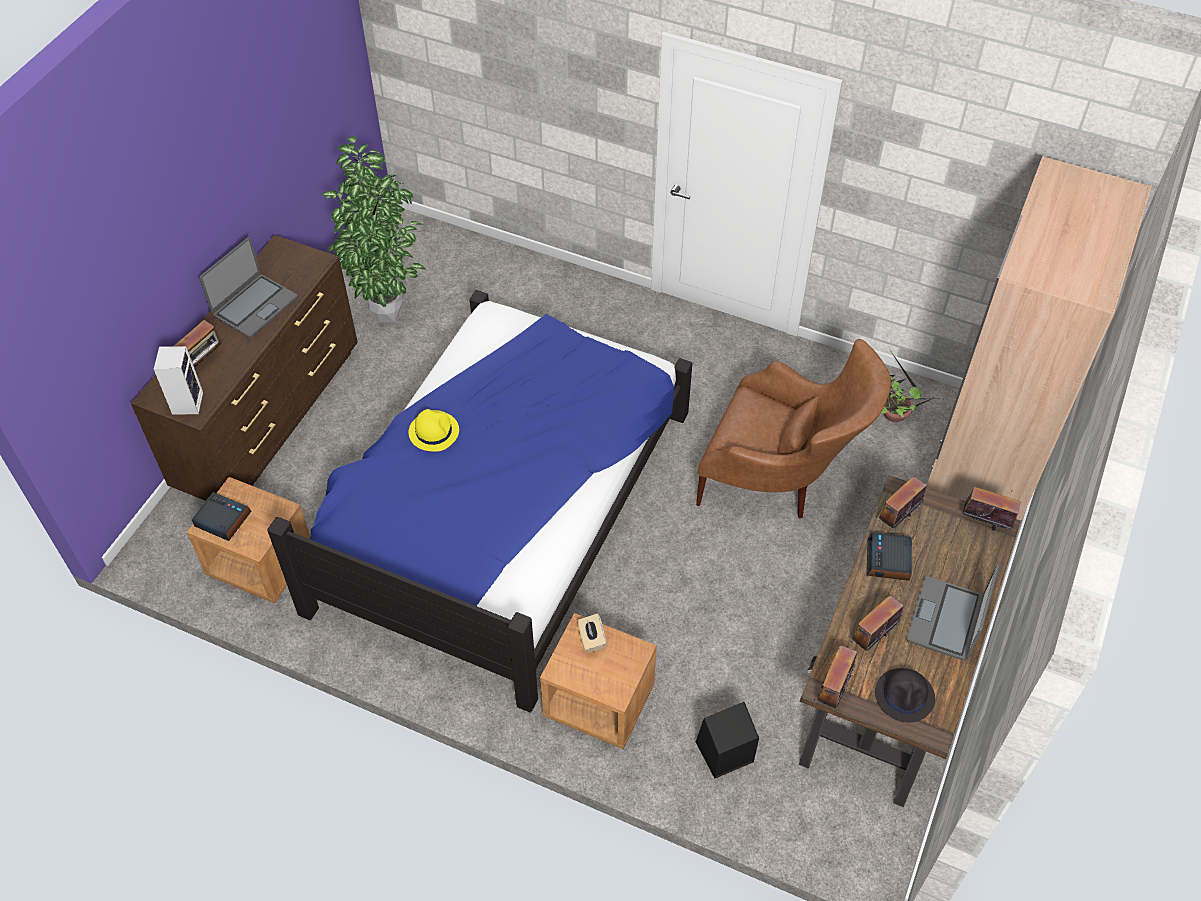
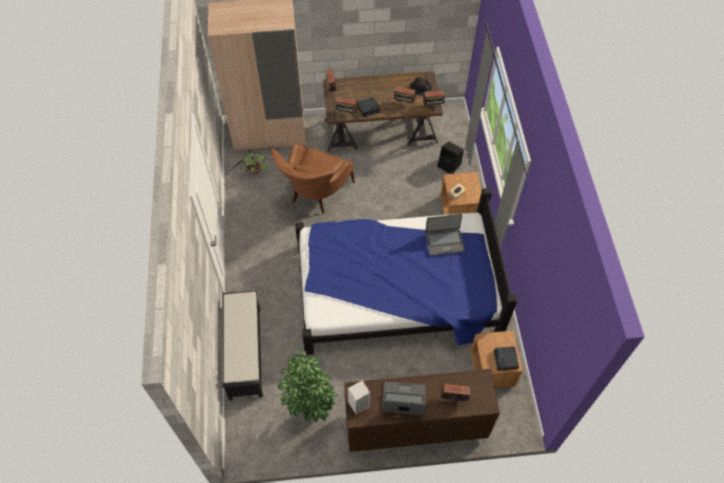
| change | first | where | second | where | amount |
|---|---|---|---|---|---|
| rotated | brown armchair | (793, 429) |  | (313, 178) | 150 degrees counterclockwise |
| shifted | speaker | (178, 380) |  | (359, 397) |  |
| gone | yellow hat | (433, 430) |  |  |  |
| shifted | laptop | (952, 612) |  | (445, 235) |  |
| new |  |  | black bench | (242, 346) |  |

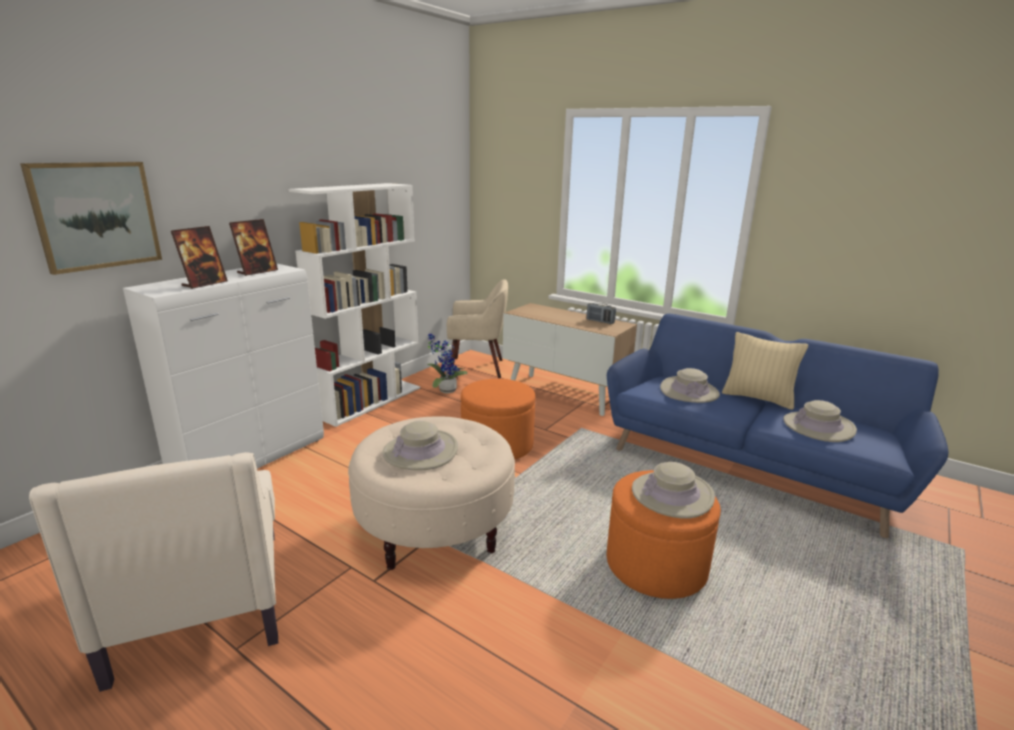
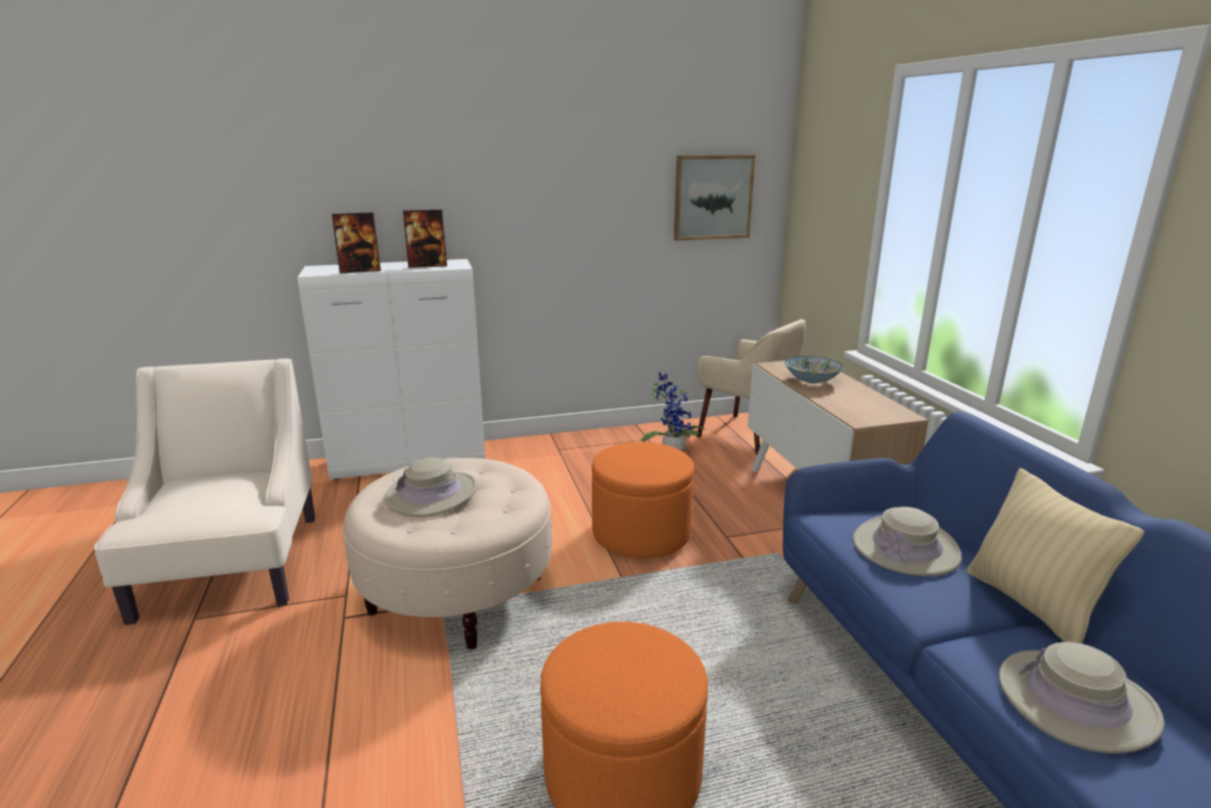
| change | first | where | second | where | amount |
|---|---|---|---|---|---|
| shifted | picture | (91, 218) |  | (714, 198) |  |
| gone | white bookcase | (354, 305) |  |  |  |
| gone | radio | (601, 313) |  |  |  |
| rotated | beige armchair | (153, 572) |  | (204, 492) | 150 degrees clockwise |
| gone | beige hat | (673, 490) |  |  |  |
| new |  |  | bowl | (814, 370) |  |

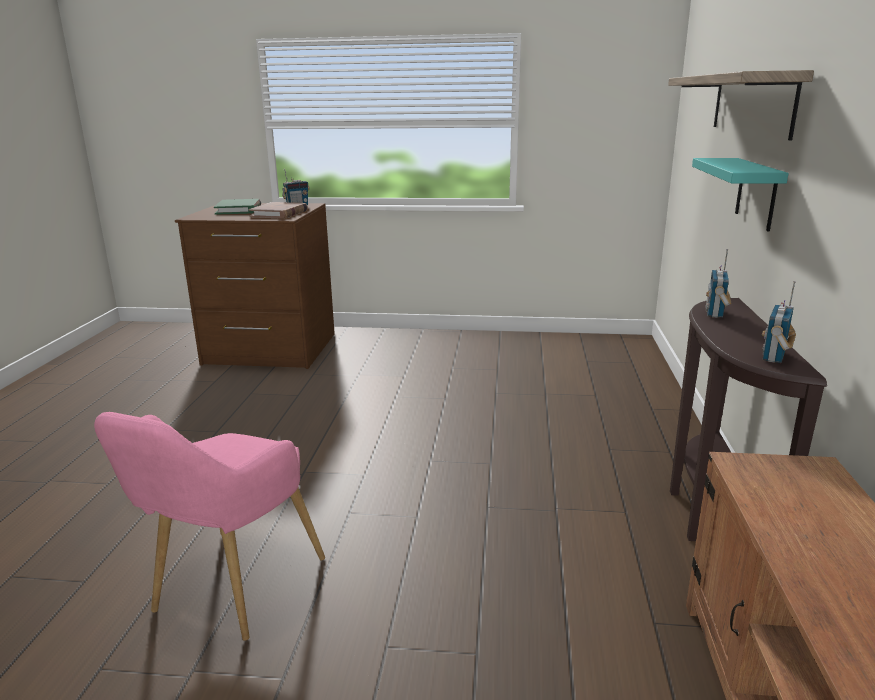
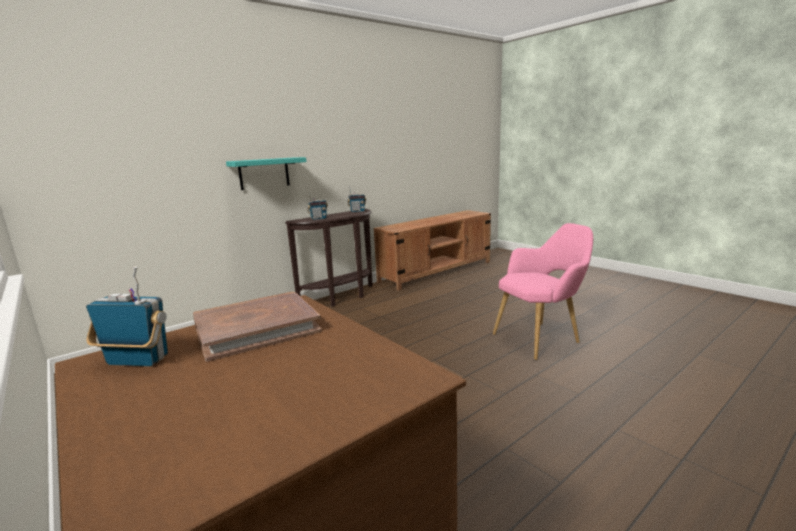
| change | first | where | second | where | amount |
|---|---|---|---|---|---|
| gone | shelf | (741, 105) |  |  |  |
| gone | green book | (237, 207) |  |  |  |

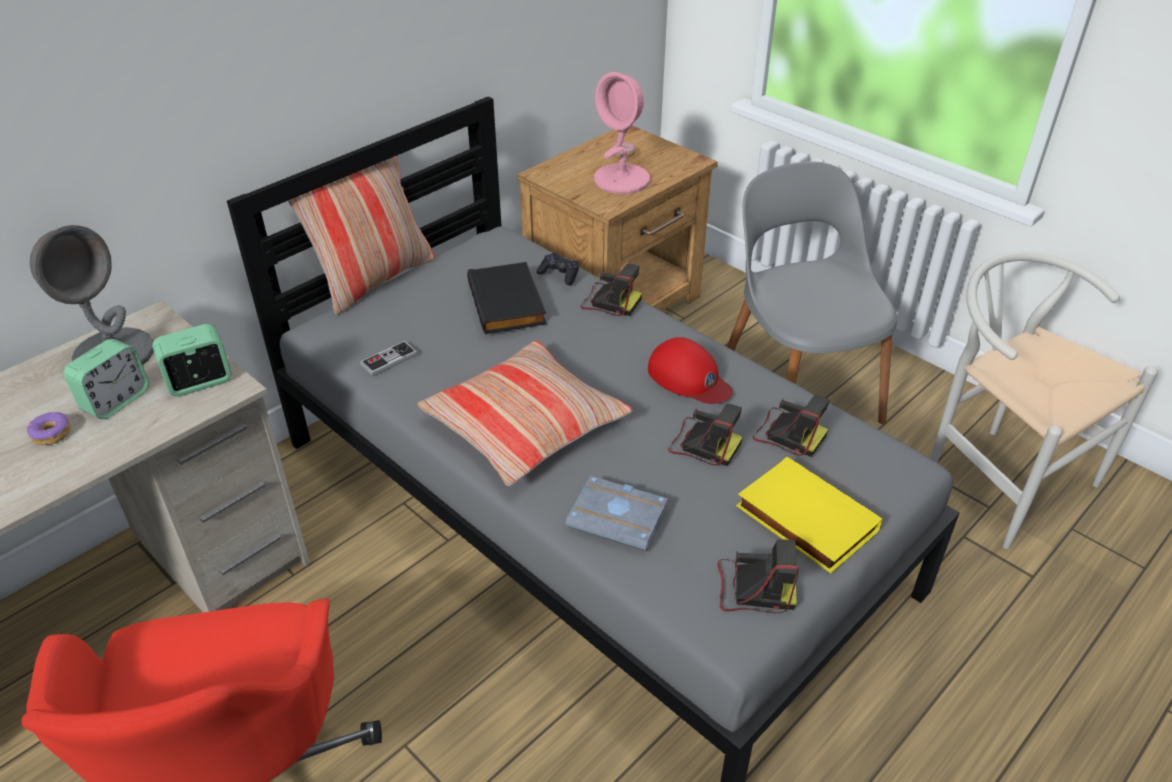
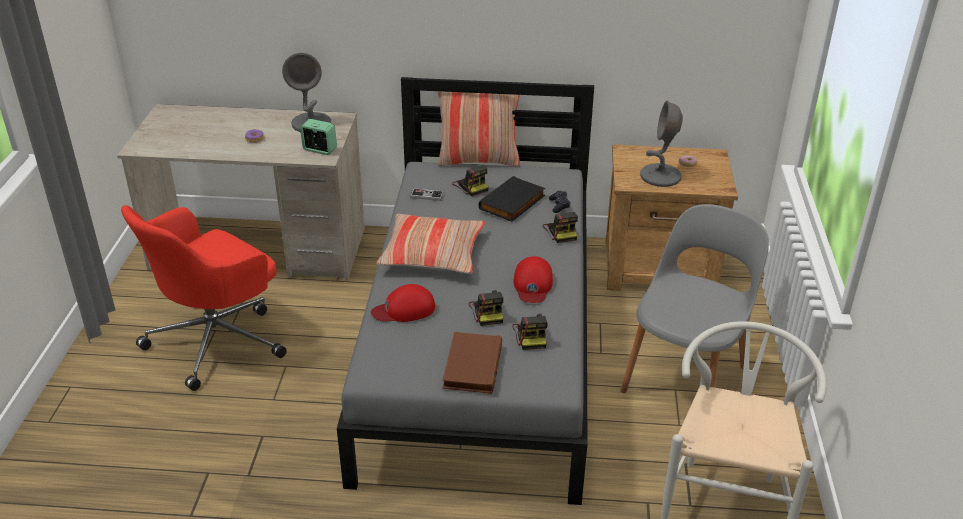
| change | first | where | second | where | amount |
|---|---|---|---|---|---|
| repainted | pink table lamp | (622, 133) | grey table lamp | (661, 143) |  |
| gone | alarm clock | (106, 379) |  |  |  |
| repainted | yellow book | (809, 515) | brown book | (472, 363) |  |
| swapped | grey book | (617, 514) | red cap | (403, 303) |  |
| shifted | photo camera | (758, 576) |  | (470, 180) |  |

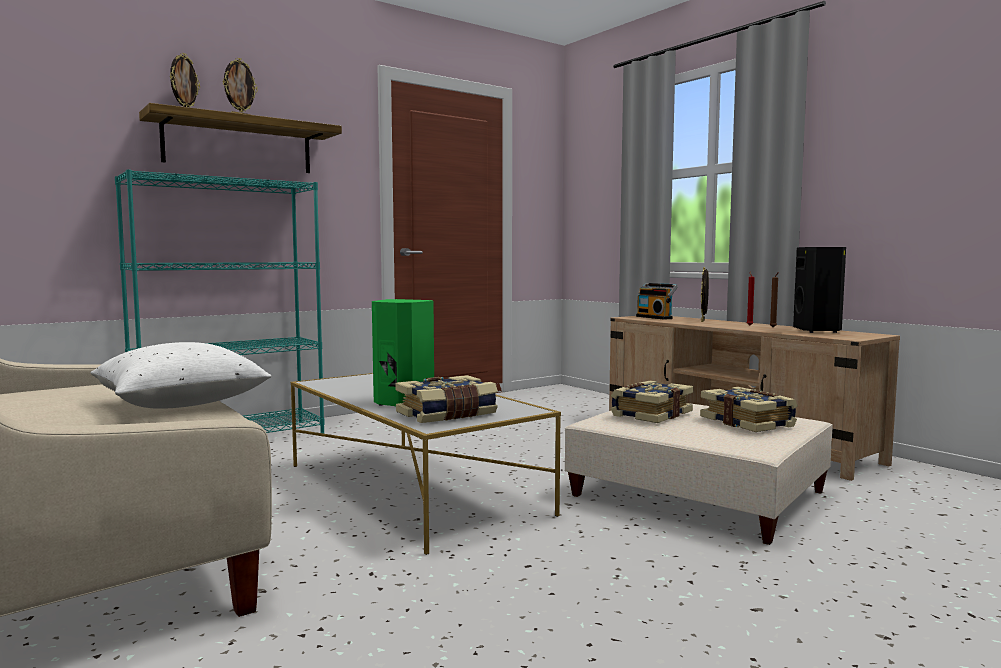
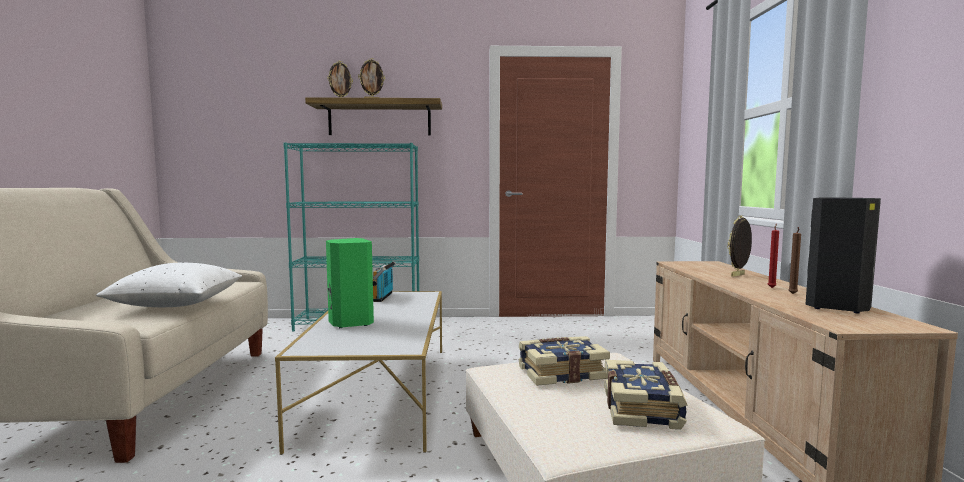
| change | first | where | second | where | amount |
|---|---|---|---|---|---|
| shifted | radio | (657, 301) |  | (384, 281) |  |
| gone | book | (447, 399) |  |  |  |

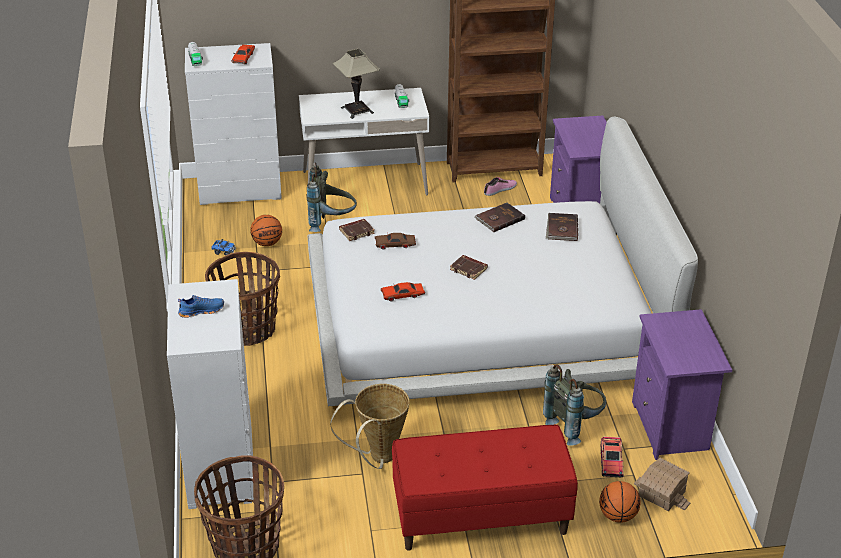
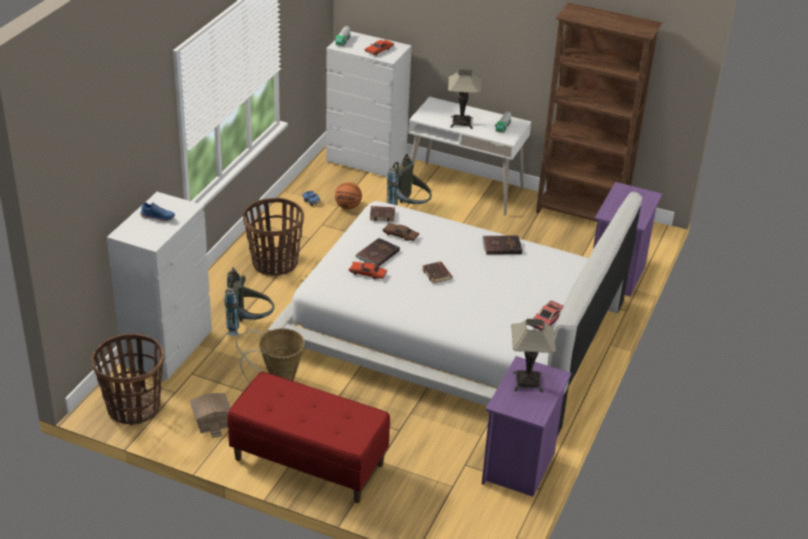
| change | first | where | second | where | amount |
|---|---|---|---|---|---|
| gone | shoe | (500, 186) |  |  |  |
| shifted | brown book | (562, 227) |  | (377, 252) |  |
| shifted | grey backpack | (574, 405) |  | (249, 301) |  |
| shifted | toy car | (612, 457) |  | (546, 315) |  |
| shifted | toy house | (662, 484) |  | (210, 415) |  |
| gone | basketball | (620, 501) |  |  |  |
| new |  |  | table lamp | (533, 355) |  |

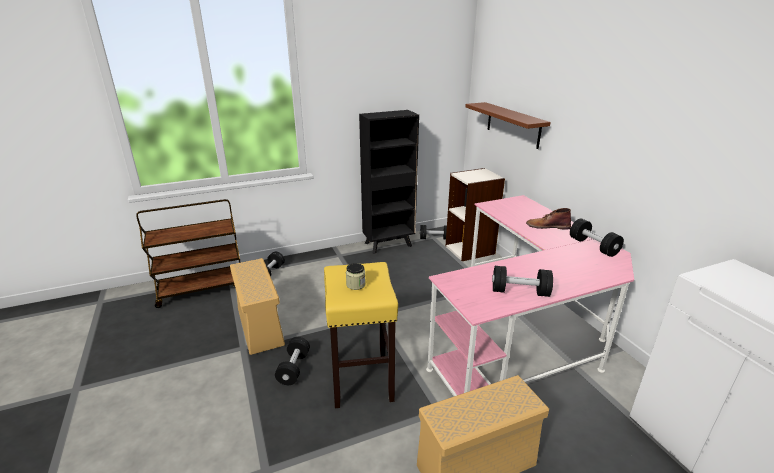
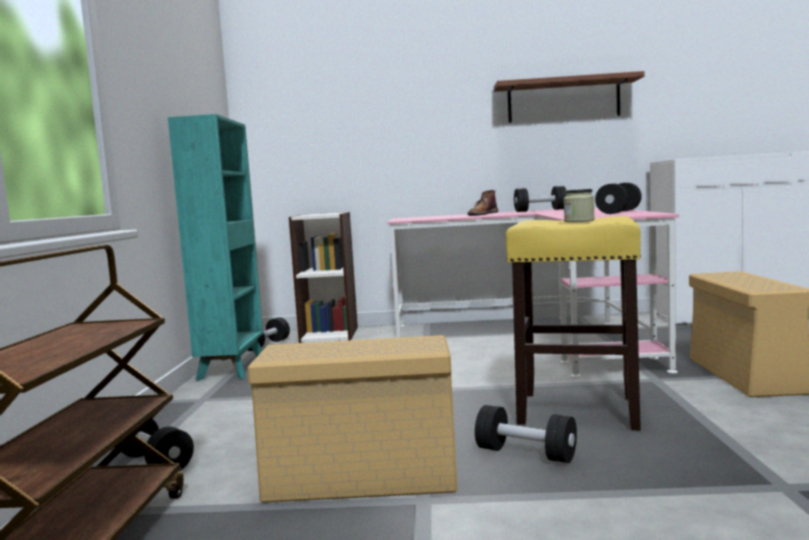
| change | first | where | second | where | amount |
|---|---|---|---|---|---|
| shifted | brown shelf | (508, 125) |  | (569, 97) |  |
| repainted | black bookcase | (389, 182) | turquoise bookcase | (215, 247) |  |

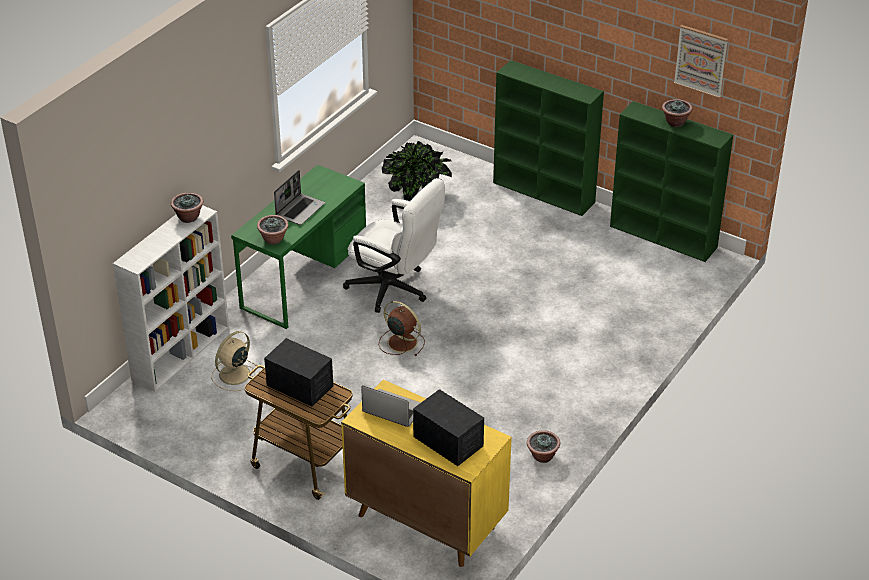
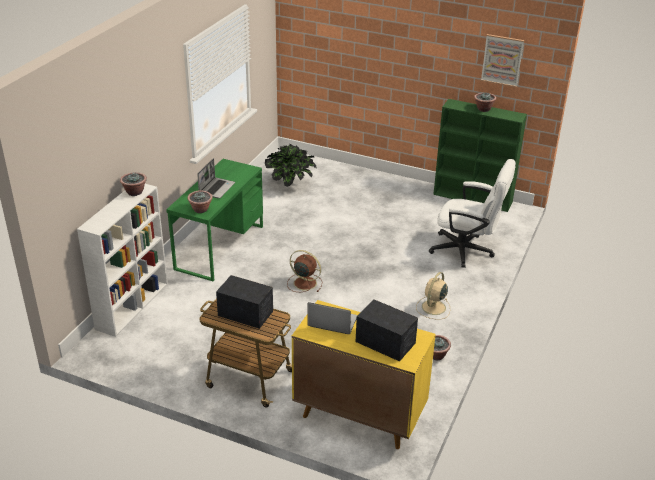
| change | first | where | second | where | amount |
|---|---|---|---|---|---|
| gone | green bookcase | (548, 138) |  |  |  |
| shifted | white office chair | (394, 245) |  | (472, 213) |  |
| shifted | beige fan | (234, 361) |  | (433, 296) |  |

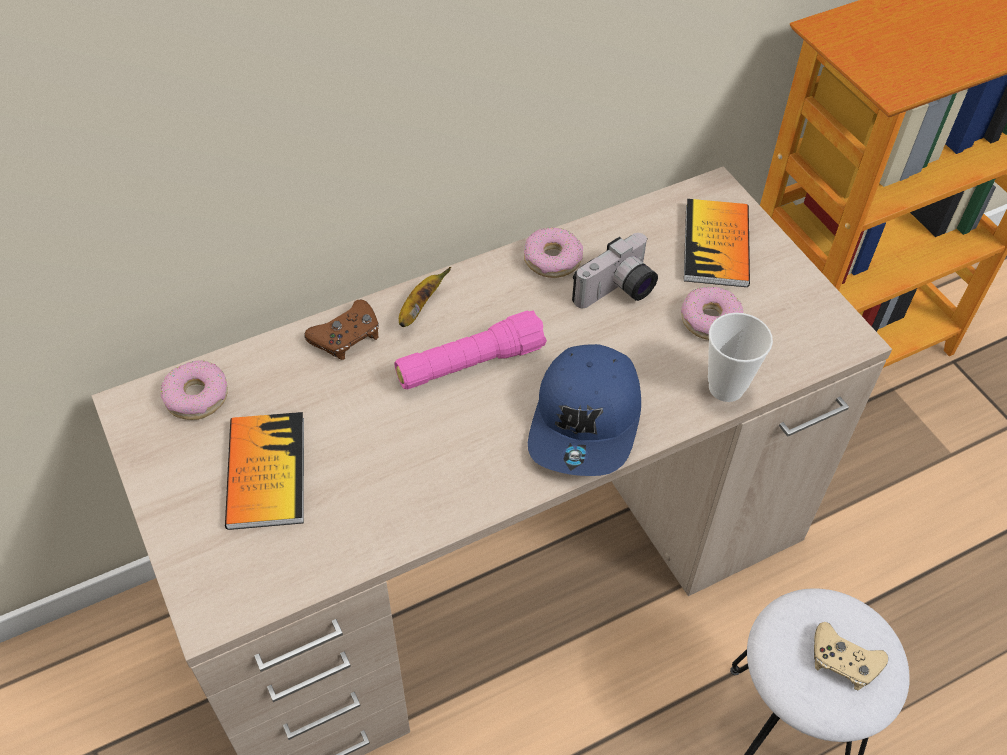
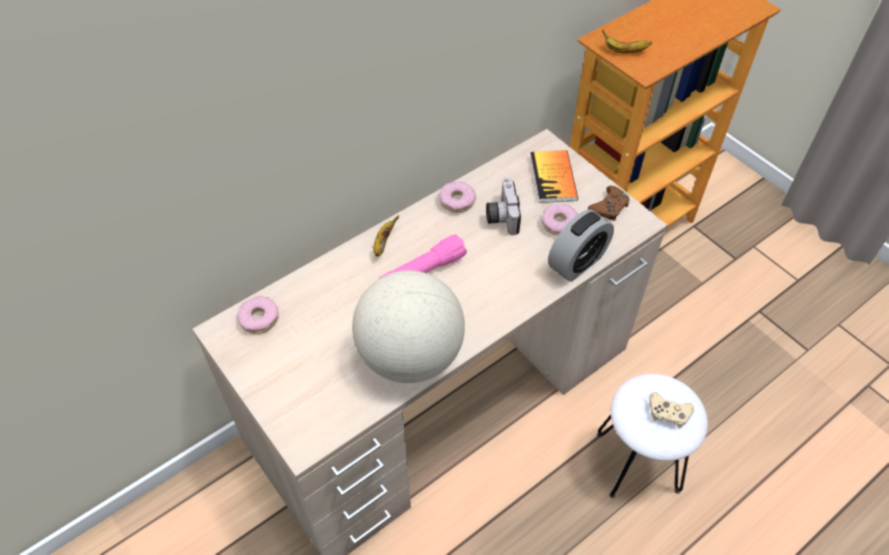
| change | first | where | second | where | amount |
|---|---|---|---|---|---|
| rotated | photo camera | (615, 270) |  | (503, 206) | 135 degrees clockwise |
| shifted | brown game controller | (341, 330) |  | (608, 203) |  |
| swapped | cup | (740, 357) | alarm clock | (581, 246) |  |
| gone | blue cap | (584, 410) |  |  |  |
| gone | book | (264, 471) |  |  |  |
| new |  |  | banana | (627, 42) |  |
| new |  |  | globe | (408, 326) |  |

